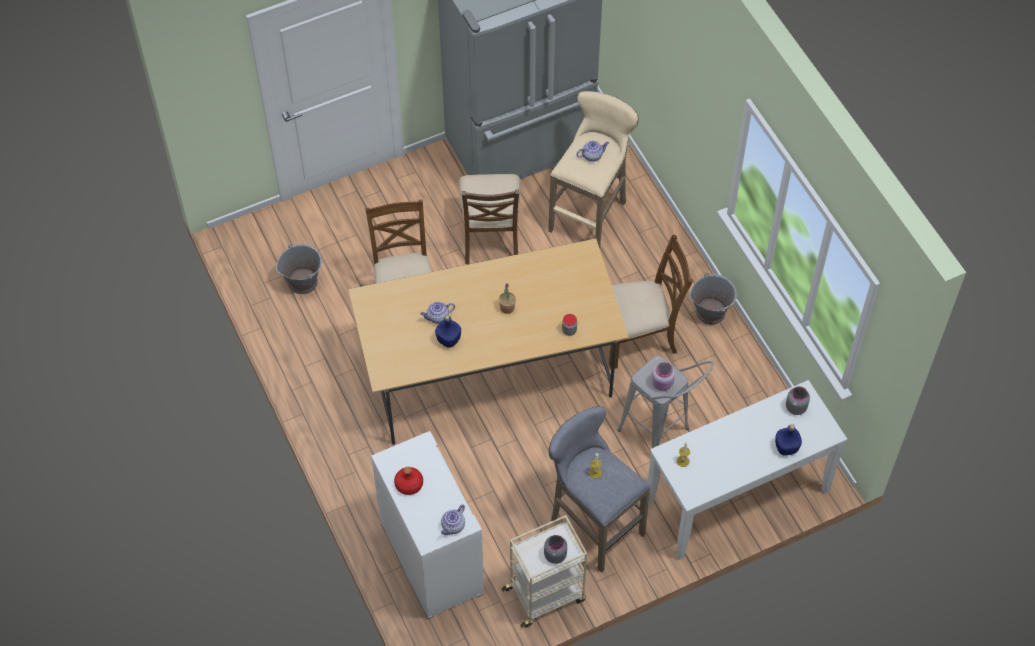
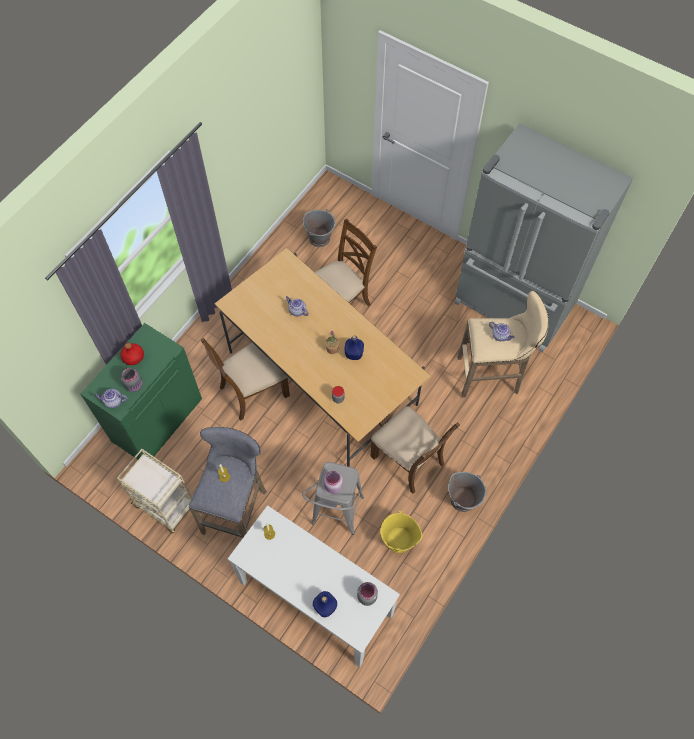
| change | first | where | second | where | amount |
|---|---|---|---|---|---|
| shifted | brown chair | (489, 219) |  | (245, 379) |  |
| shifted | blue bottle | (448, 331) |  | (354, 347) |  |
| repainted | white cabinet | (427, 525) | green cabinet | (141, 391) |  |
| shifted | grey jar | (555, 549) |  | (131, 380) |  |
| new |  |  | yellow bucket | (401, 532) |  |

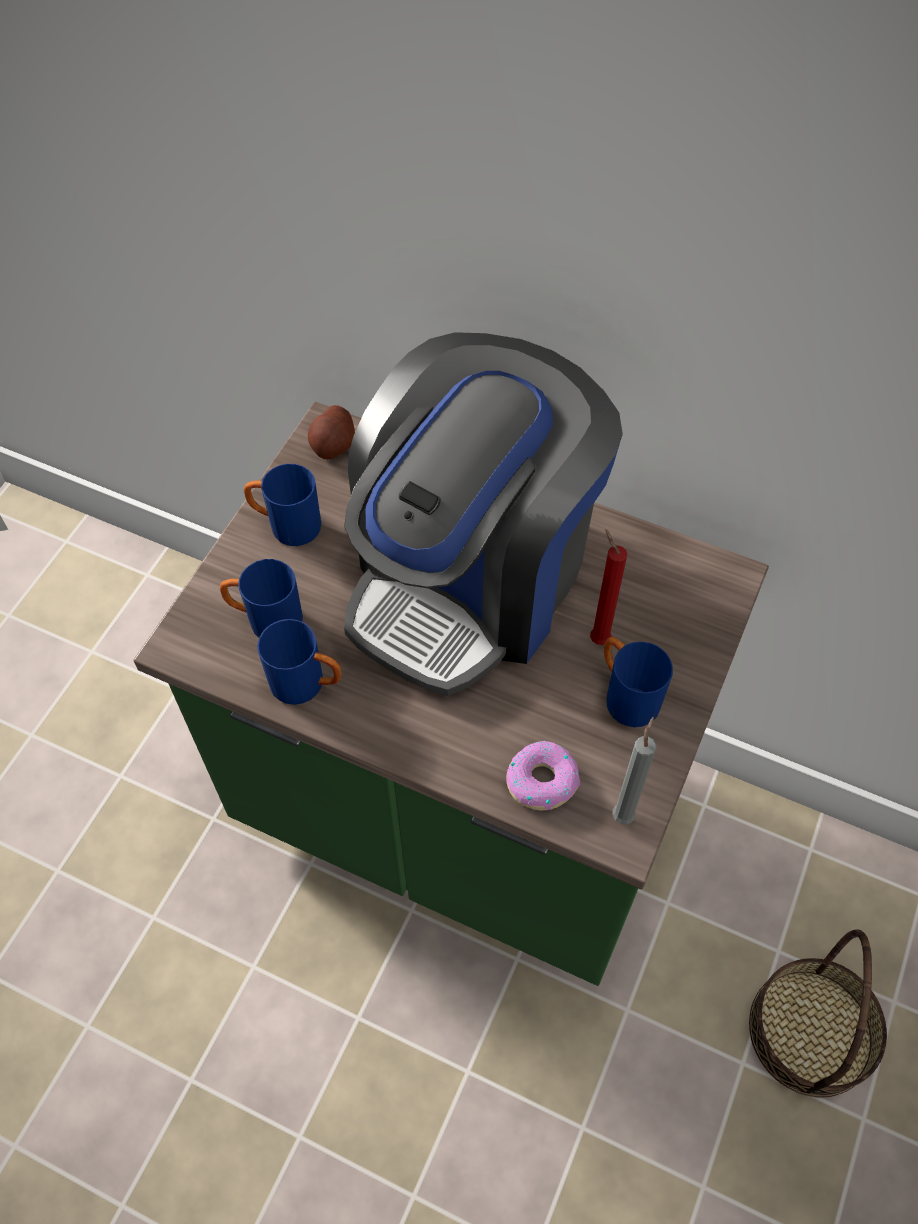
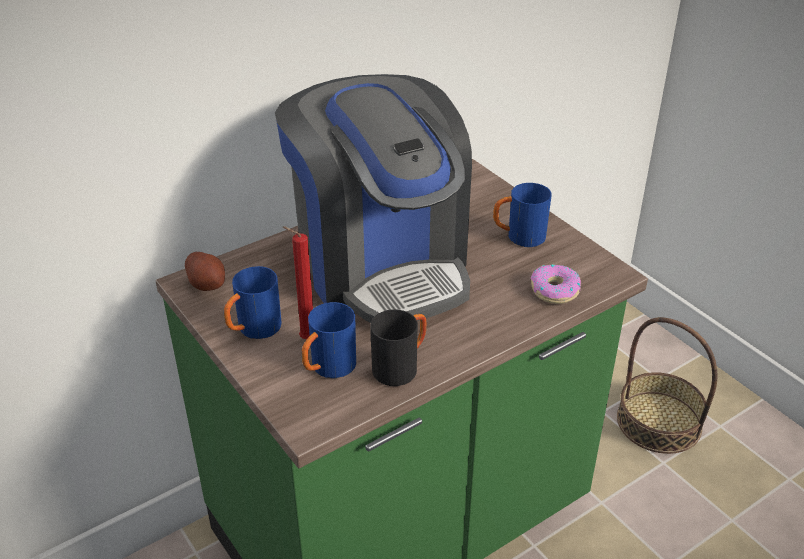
| change | first | where | second | where | amount |
|---|---|---|---|---|---|
| shifted | red candle | (608, 587) |  | (298, 282) |  |
| repainted | blue mug | (299, 662) | black mug | (398, 347) |  |
| gone | grey candle | (634, 771) |  |  |  |

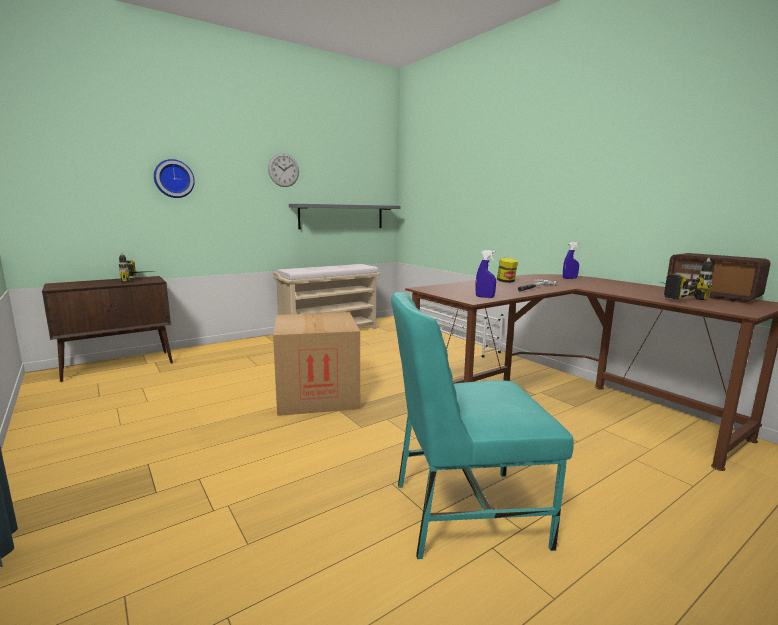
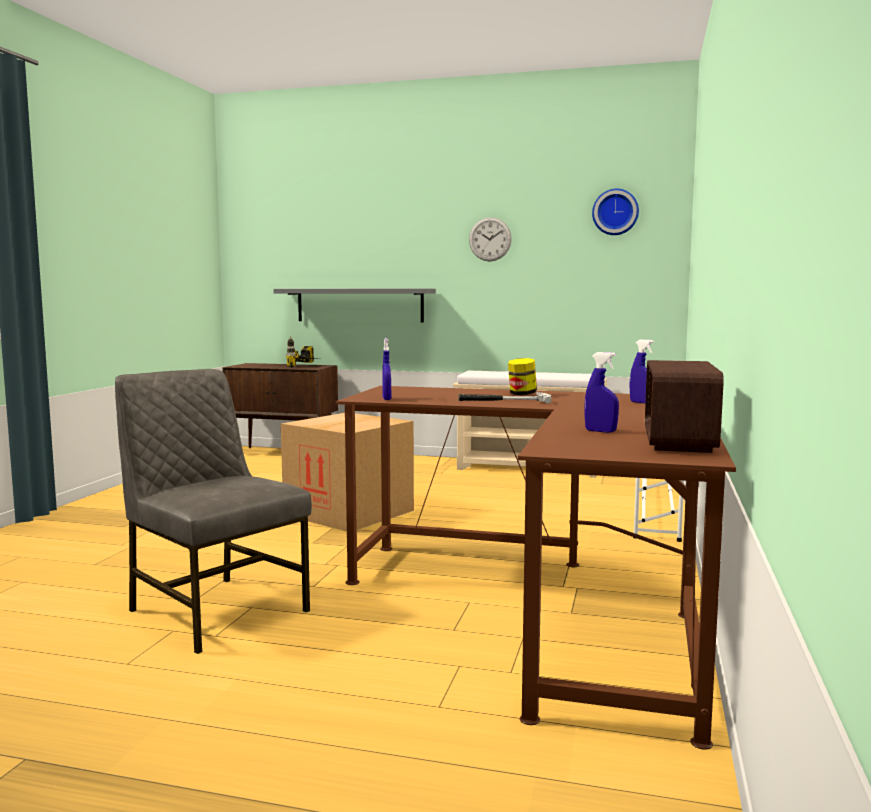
| change | first | where | second | where | amount |
|---|---|---|---|---|---|
| shifted | wall clock | (174, 178) |  | (615, 212) |  |
| shifted | grey shelf | (344, 216) |  | (354, 306) |  |
| swapped | power drill | (687, 278) | blue spray bottle | (601, 392) |  |
| repainted | turquoise chair | (482, 425) | grey chair | (213, 511) |  |

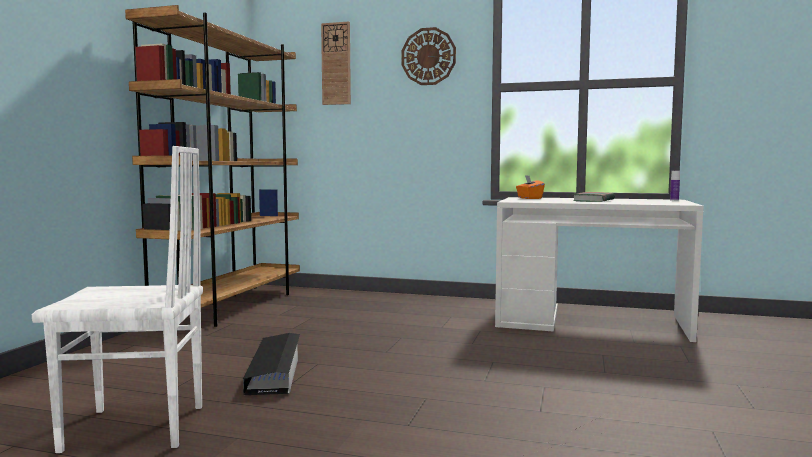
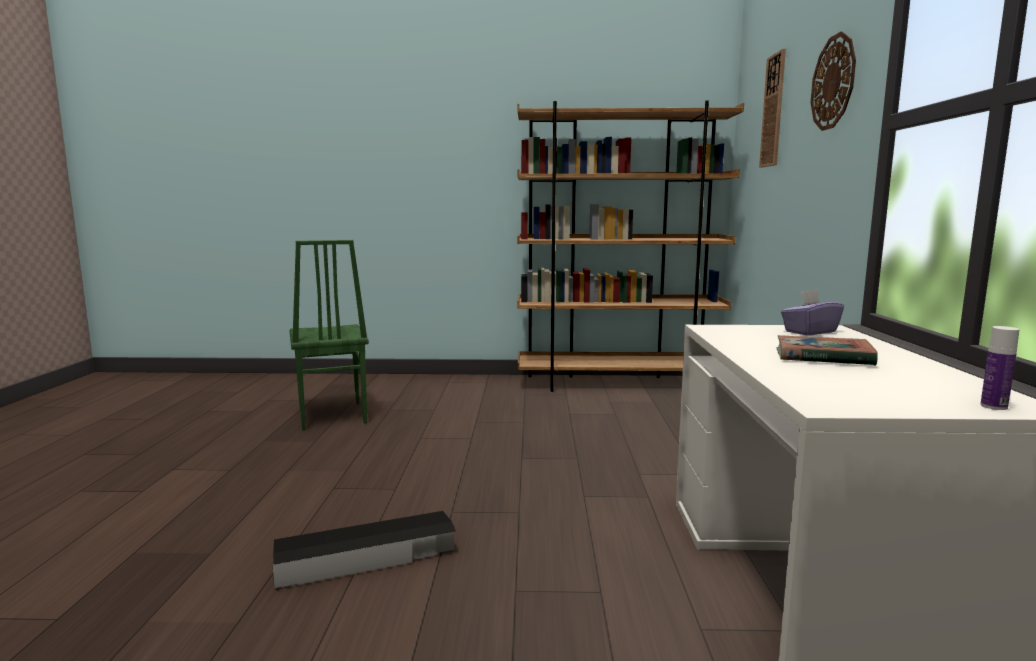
| change | first | where | second | where | amount |
|---|---|---|---|---|---|
| repainted | white chair | (117, 299) | green chair | (329, 335) |  |
| repainted | orange tissue box | (530, 187) | purple tissue box | (812, 313) |  |
| shifted | black storage box | (271, 364) |  | (364, 550) |  |

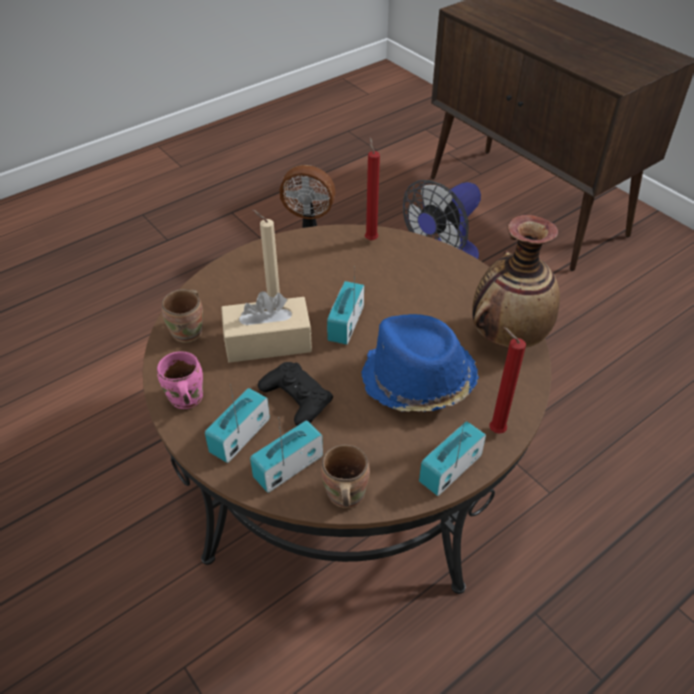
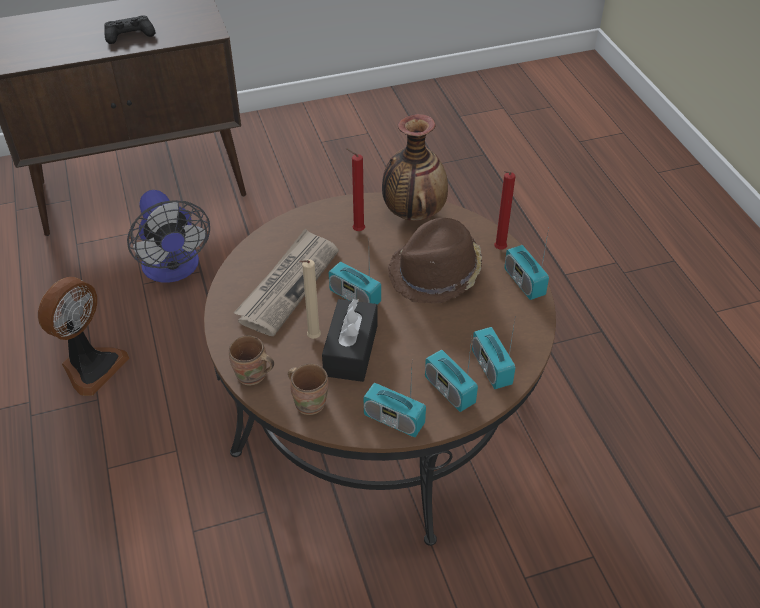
| change | first | where | second | where | amount |
|---|---|---|---|---|---|
| shifted | red candle | (372, 189) |  | (355, 189) |  |
| repainted | beige tissue box | (266, 327) | black tissue box | (349, 340) |  |
| repainted | blue hat | (420, 363) | brown hat | (435, 261) |  |
| swapped | pink mug | (180, 380) | radio | (395, 403) |  |
| shifted | black game controller | (295, 394) |  | (129, 29) |  |
| shifted | brown mug | (345, 476) |  | (251, 360) |  |
| new |  |  | newspaper | (286, 282) |  |

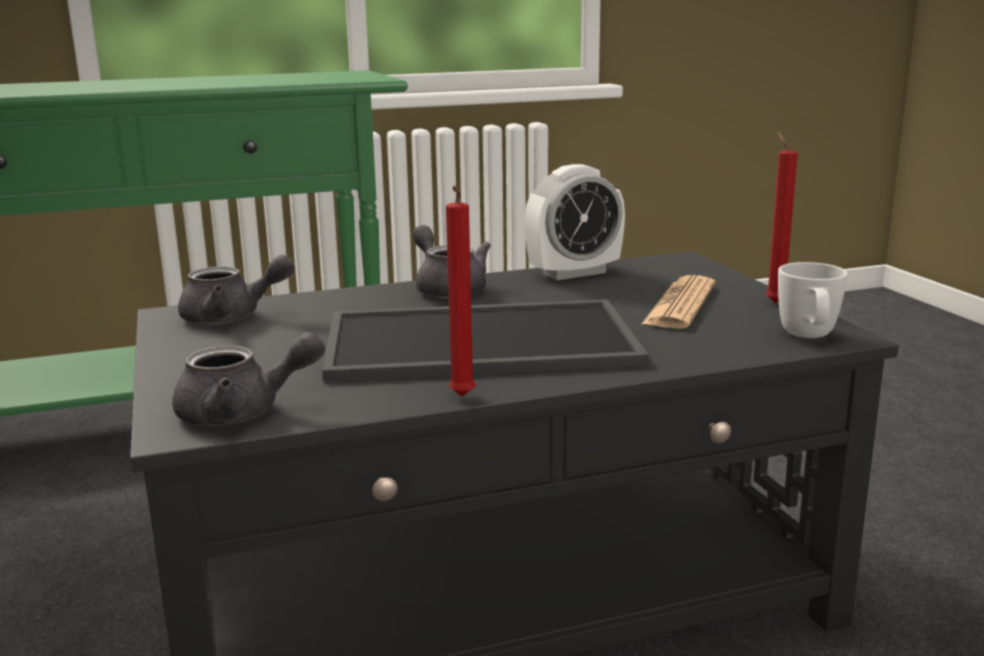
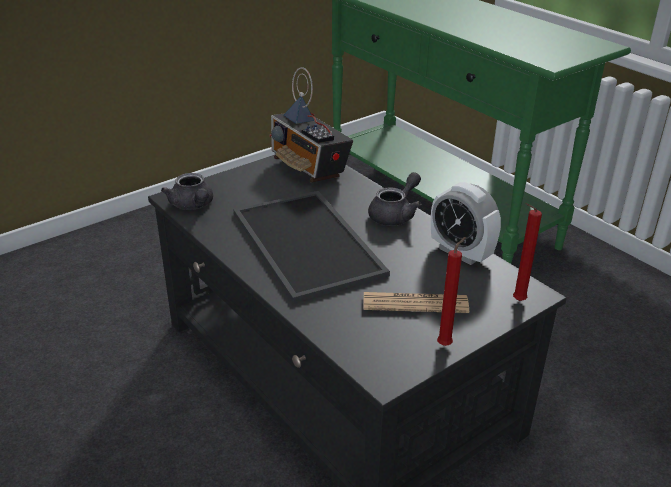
| change | first | where | second | where | amount |
|---|---|---|---|---|---|
| shifted | red candle | (460, 291) |  | (527, 252) |  |
| swapped | grey teapot | (236, 289) | radio | (311, 125) |  |
| gone | white mug | (813, 300) |  |  |  |

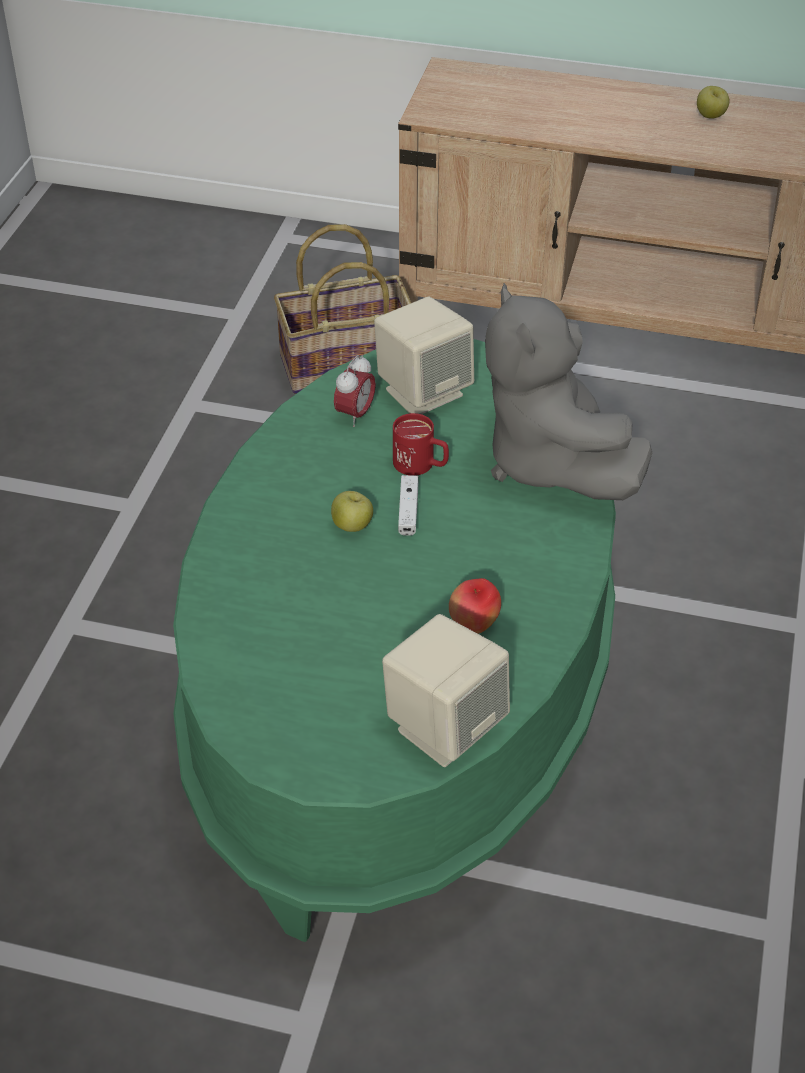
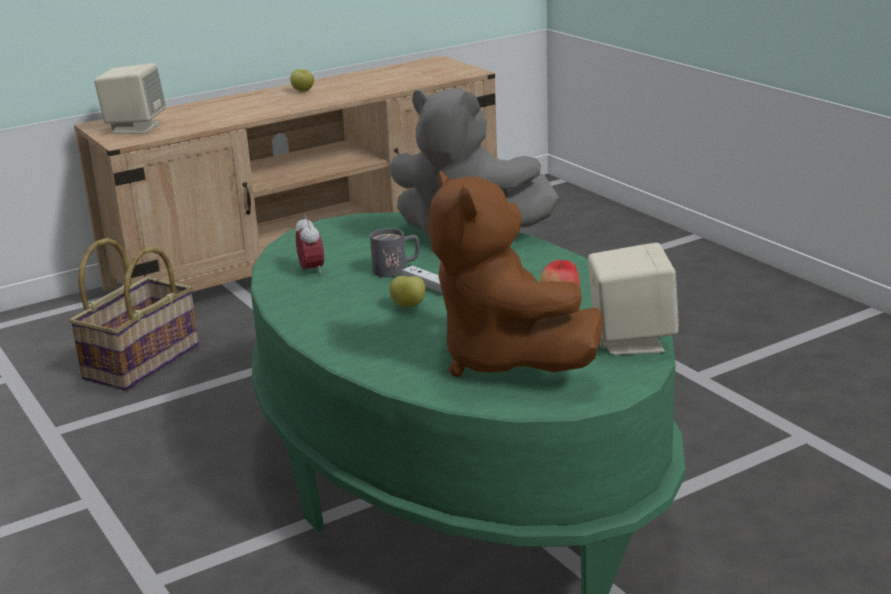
| change | first | where | second | where | amount |
|---|---|---|---|---|---|
| shifted | beige speaker | (424, 355) |  | (130, 98) |  |
| repainted | red mug | (421, 444) | grey mug | (395, 252) |  |
| new |  |  | brown plush toy | (515, 273) |  |

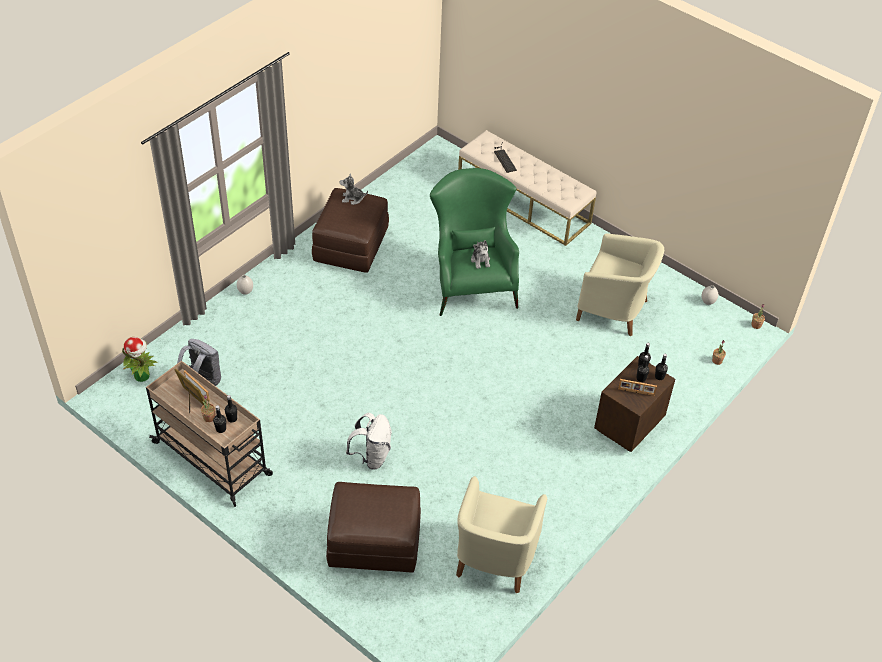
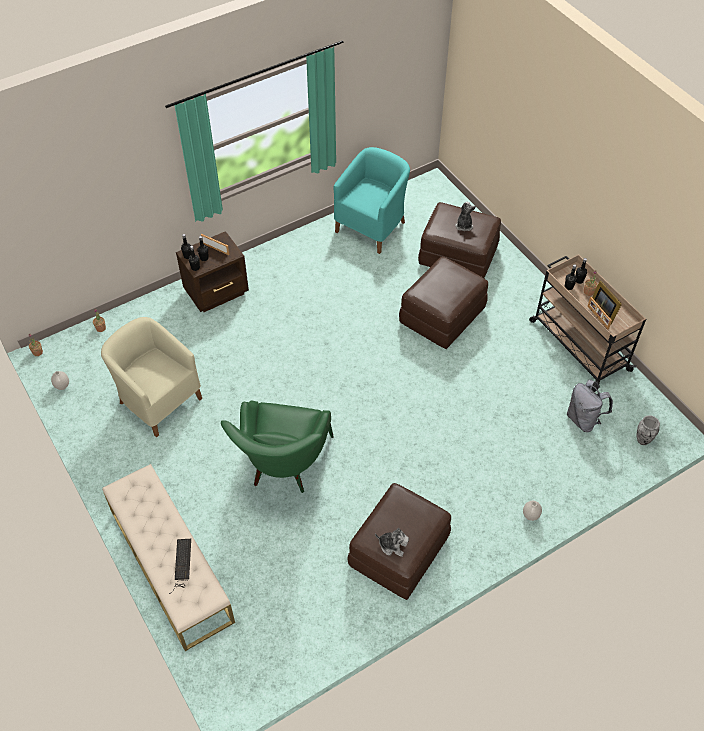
| change | first | where | second | where | amount |
|---|---|---|---|---|---|
| shifted | plush toy | (480, 254) |  | (465, 216) |  |
| swapped | potted plant | (140, 359) | vase | (648, 430) |  |
| swapped | white backpack | (369, 441) | brown ottoman | (443, 302) |  |
| repainted | beige armchair | (501, 534) | turquoise armchair | (371, 200) |  |

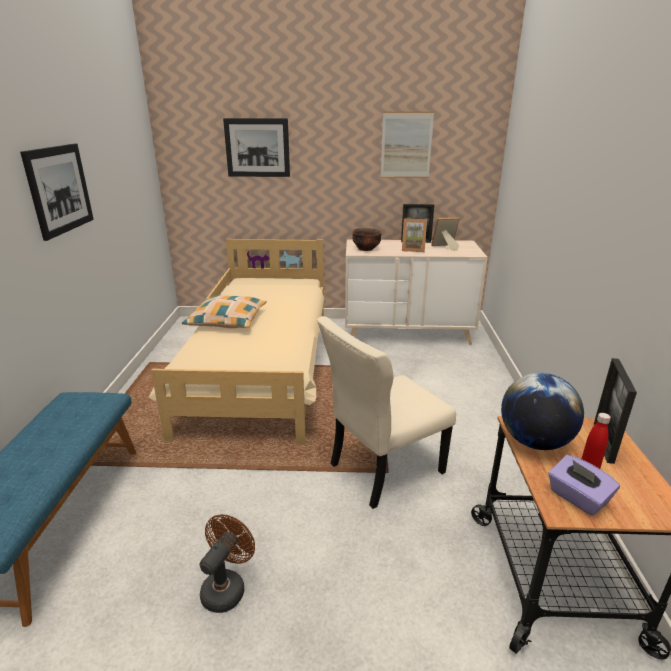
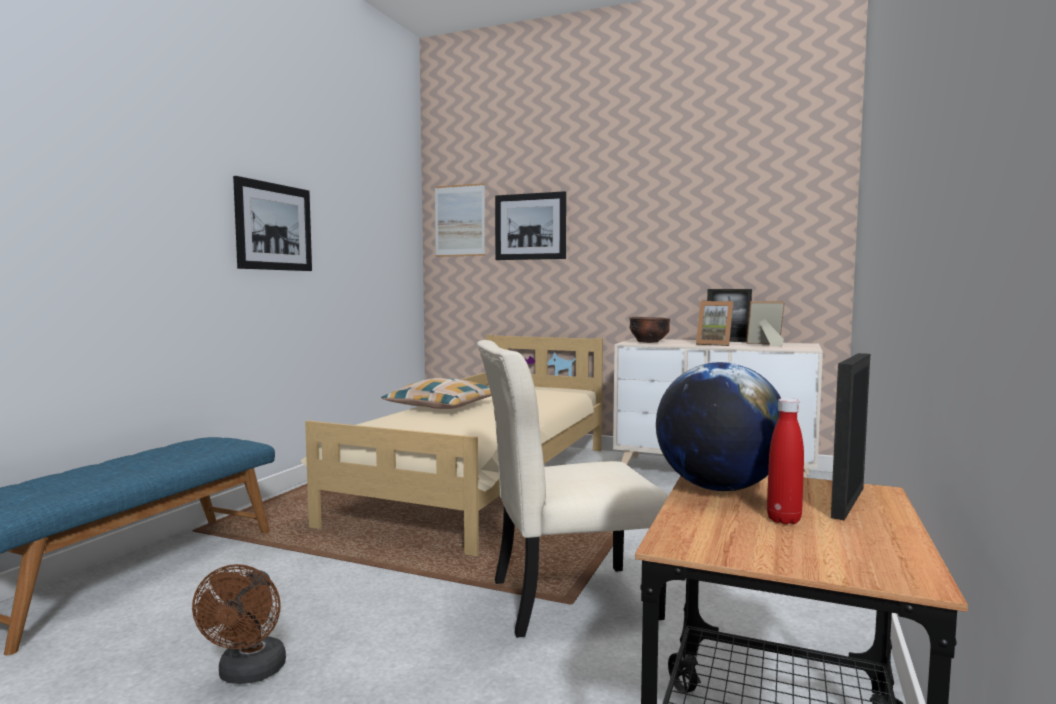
| change | first | where | second | where | amount |
|---|---|---|---|---|---|
| shifted | picture | (407, 144) |  | (460, 220) |  |
| gone | purple tissue box | (584, 485) |  |  |  |
| rotated | brown fan | (227, 563) |  | (239, 624) | 135 degrees clockwise |

